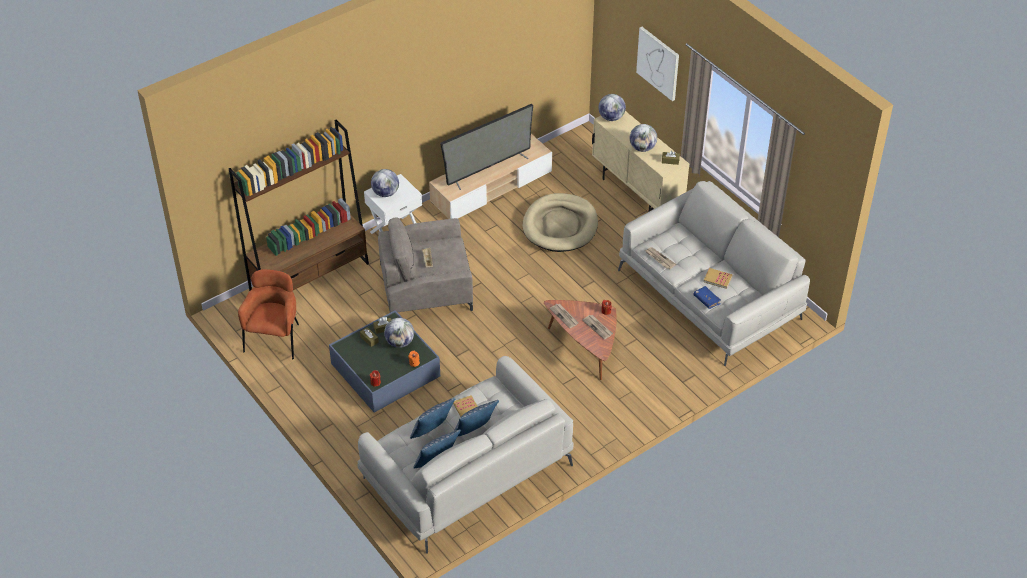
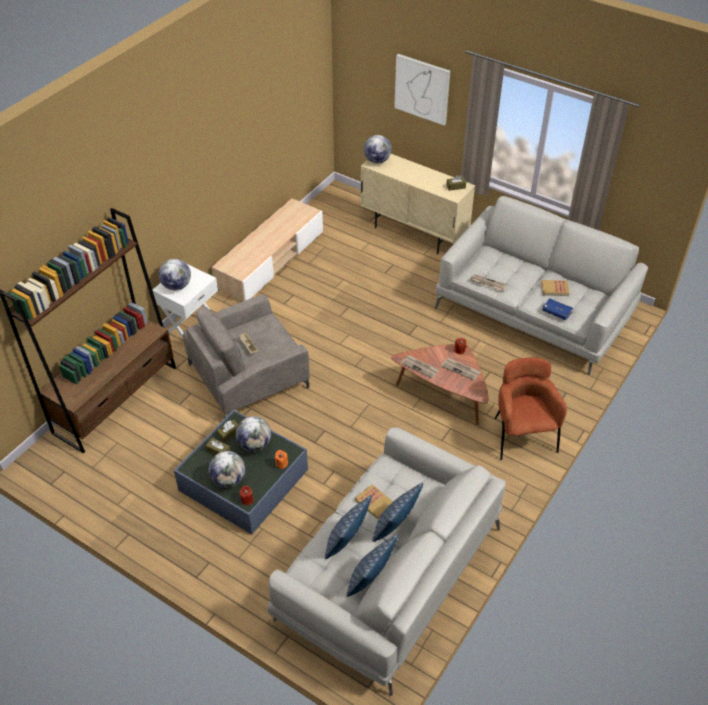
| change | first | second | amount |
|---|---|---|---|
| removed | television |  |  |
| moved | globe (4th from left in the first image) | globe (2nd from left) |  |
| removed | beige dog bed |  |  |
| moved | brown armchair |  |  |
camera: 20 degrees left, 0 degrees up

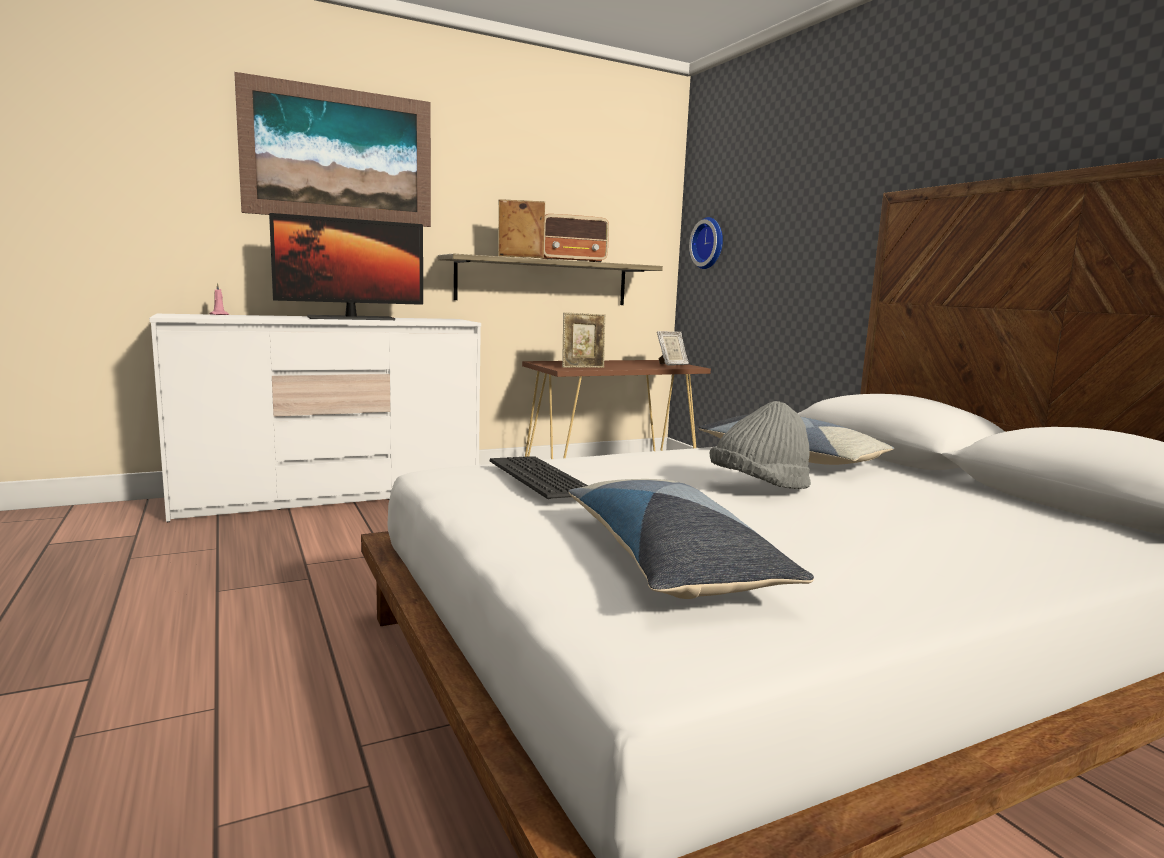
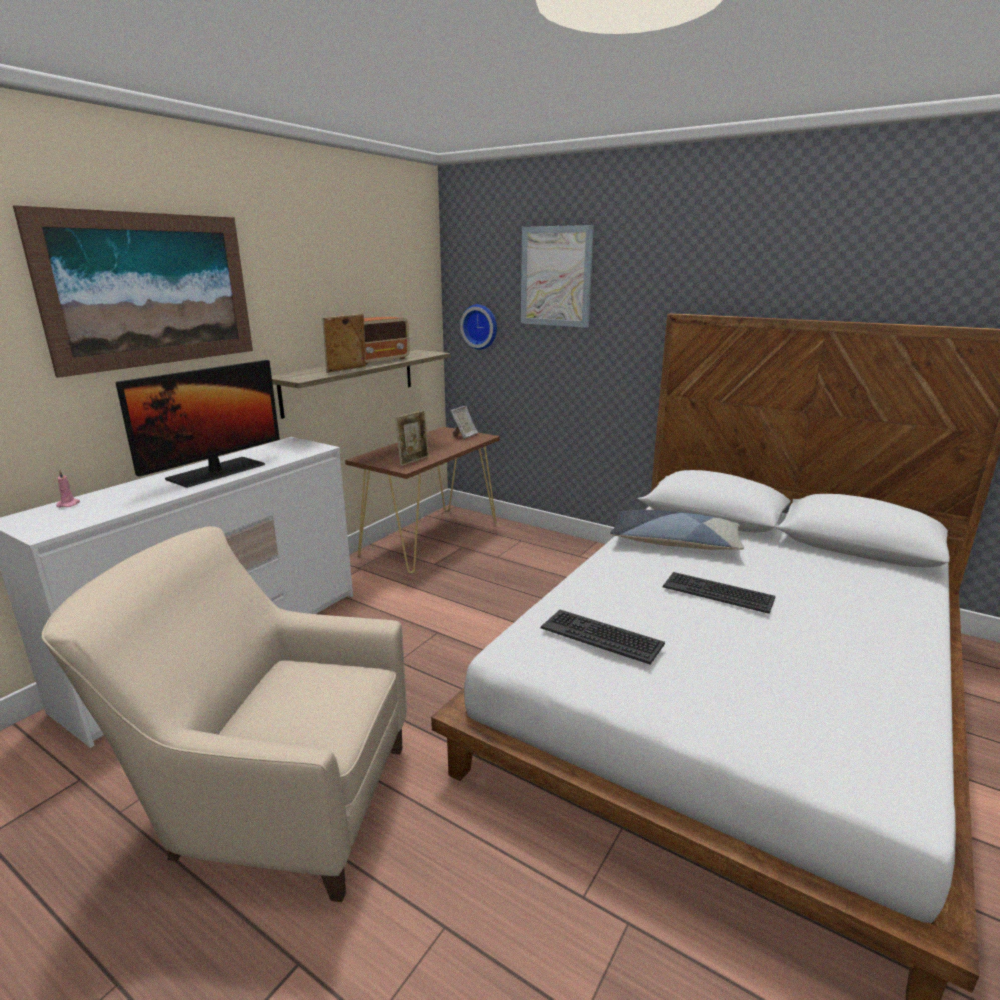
| change | first | second | amount |
|---|---|---|---|
| replaced | grey hat | keyboard (2nd from left) |  |
| removed | pillow (1st from left) |  |  |
| added |  | picture (2nd from left) |  |
| added |  | beige armchair |  |
camera: 30 degrees left, 10 degrees up

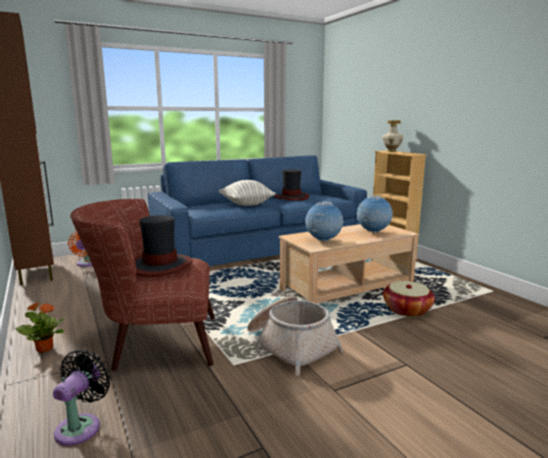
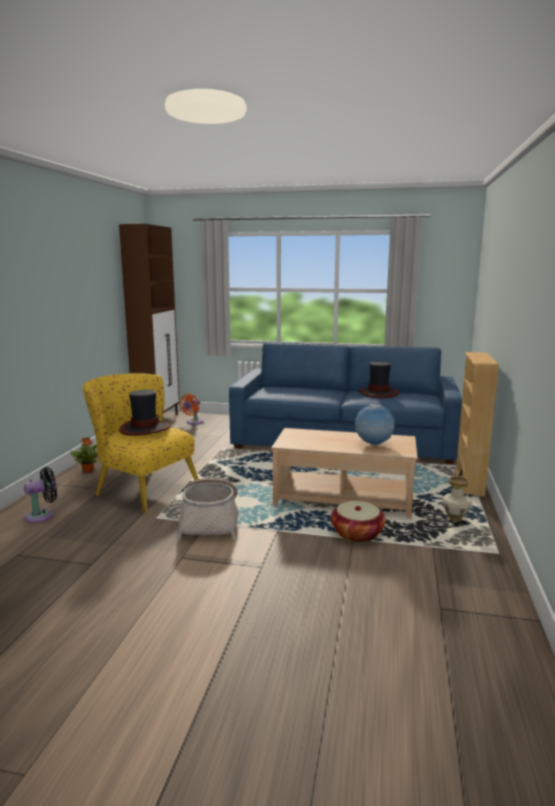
| change | first | second | amount |
|---|---|---|---|
| moved | vase |  |  |
| removed | pillow |  |  |
| recoloured | brown armchair | yellow armchair |  |
| removed | globe (1st from left) |  |  |
camera: 40 degrees right, 0 degrees up

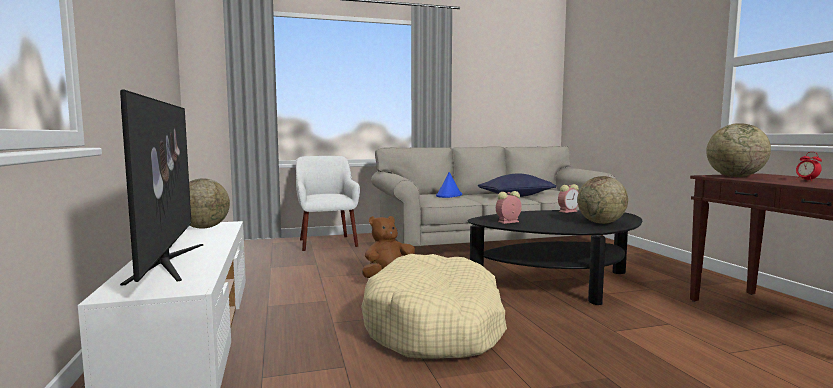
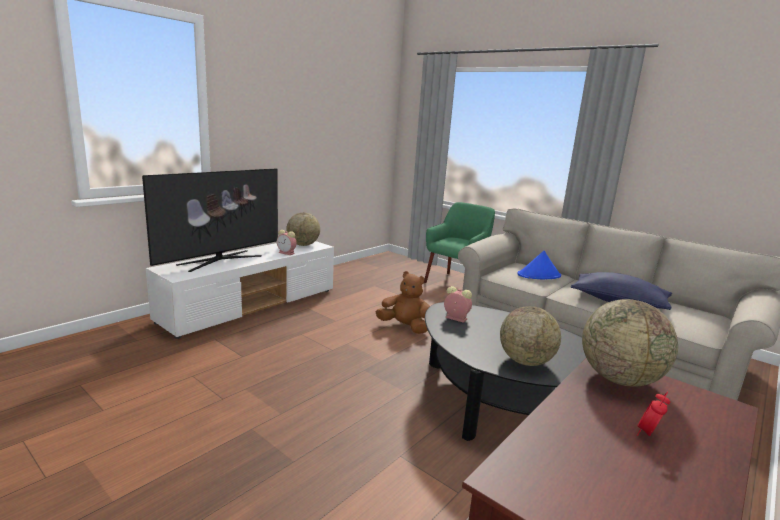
| change | first | second | amount |
|---|---|---|---|
| recoloured | white armchair | green armchair |  |
| moved | alarm clock (2nd from left in the first image) | alarm clock (1st from left) |  |
| removed | beige dog bed |  |  |
camera: 55 degrees right, 10 degrees up

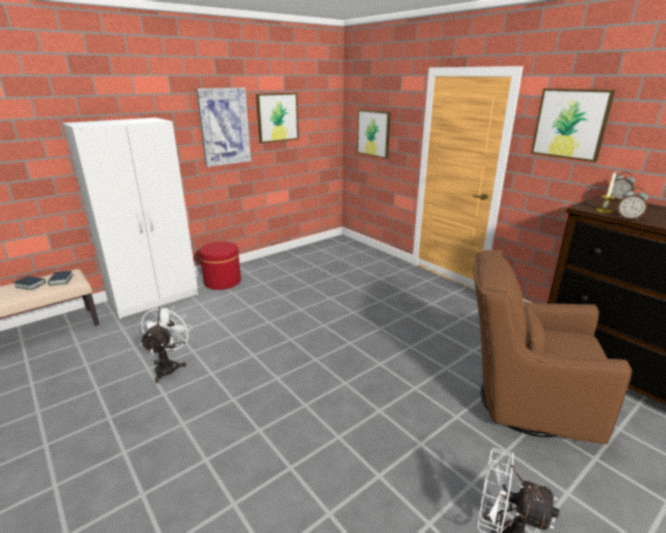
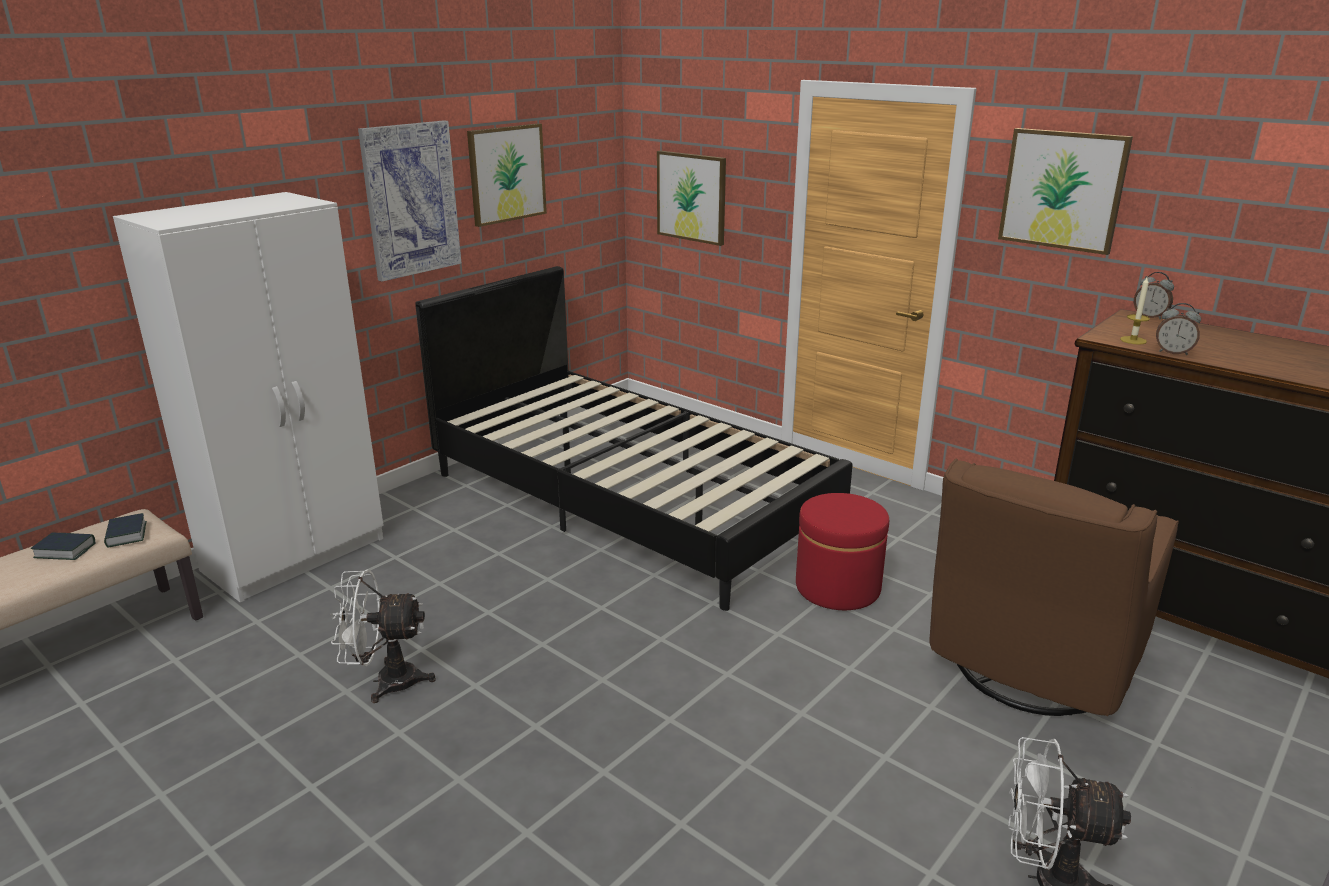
| change | first | second | amount |
|---|---|---|---|
| moved | red ottoman |  |  |
| turned | brown armchair |  | 60 degrees counterclockwise |
| turned | white fan (1st from left) |  | 90 degrees counterclockwise |
| added |  | black bed |  |
camera: 10 degrees left, 0 degrees up

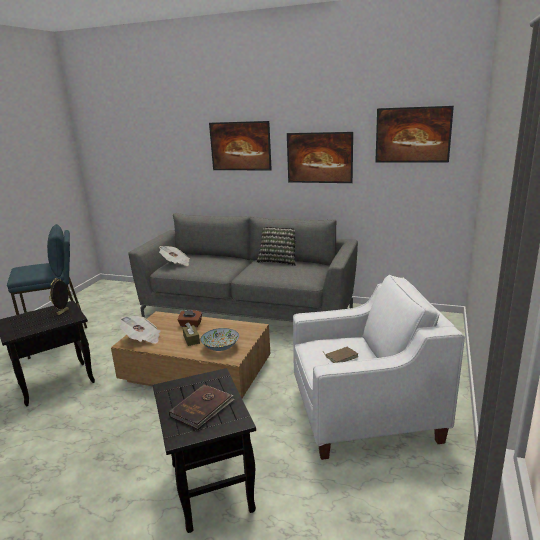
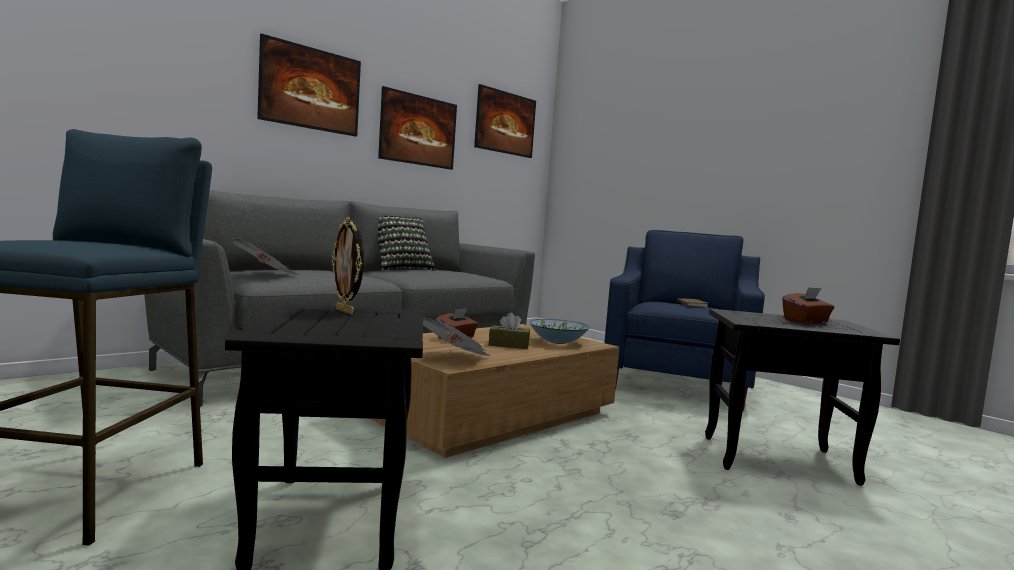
| change | first | second | amount |
|---|---|---|---|
| recoloured | white armchair | blue armchair |  |
| replaced | brown book (1st from left) | brown tissue box (3rd from left) |  |
camera: 65 degrees left, 15 degrees down

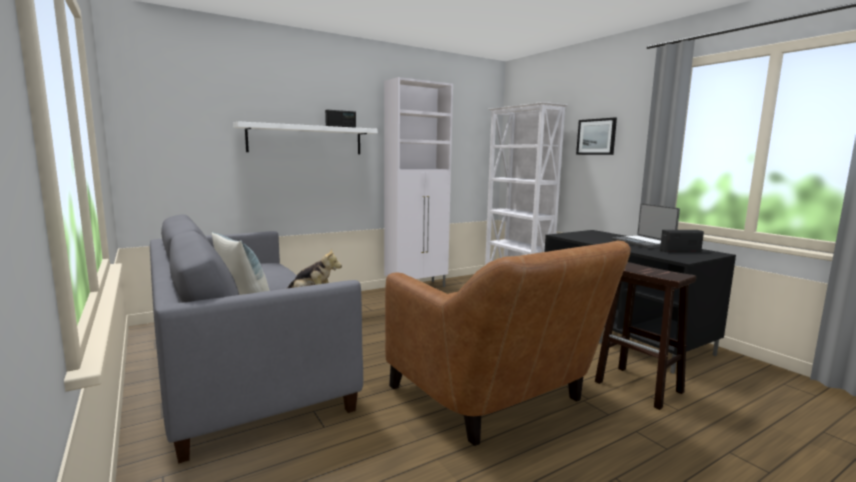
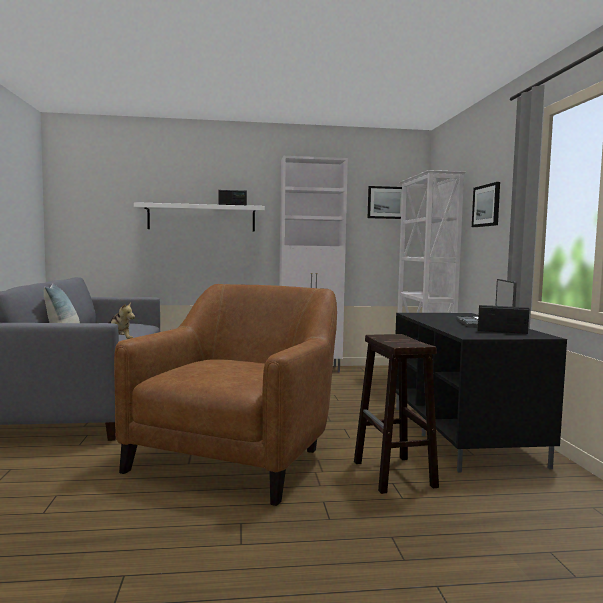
| change | first | second | amount |
|---|---|---|---|
| turned | brown armchair |  | 150 degrees counterclockwise |
| added |  | picture (1st from left) |  |
camera: 25 degrees right, 5 degrees down

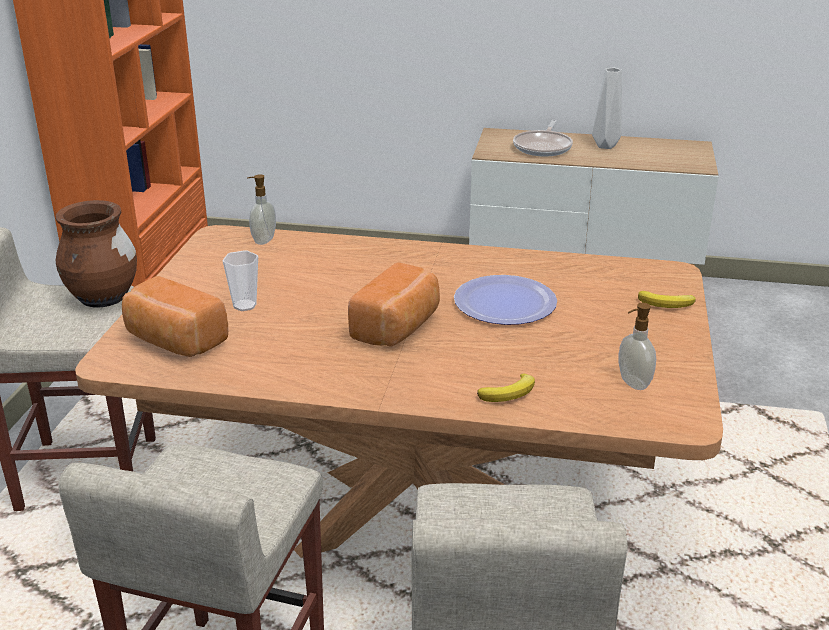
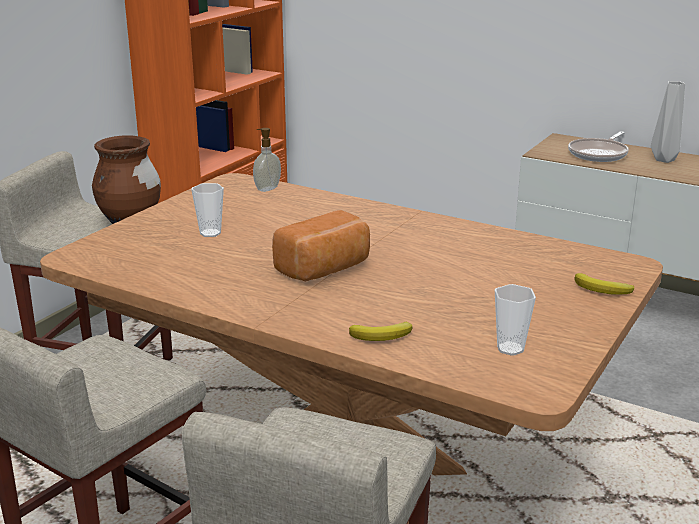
| change | first | second | amount |
|---|---|---|---|
| removed | plate |  |  |
| removed | bread (1st from left) |  |  |
| replaced | soap dispenser (2nd from left) | cup (2nd from left) |  |
camera: 20 degrees right, 5 degrees down

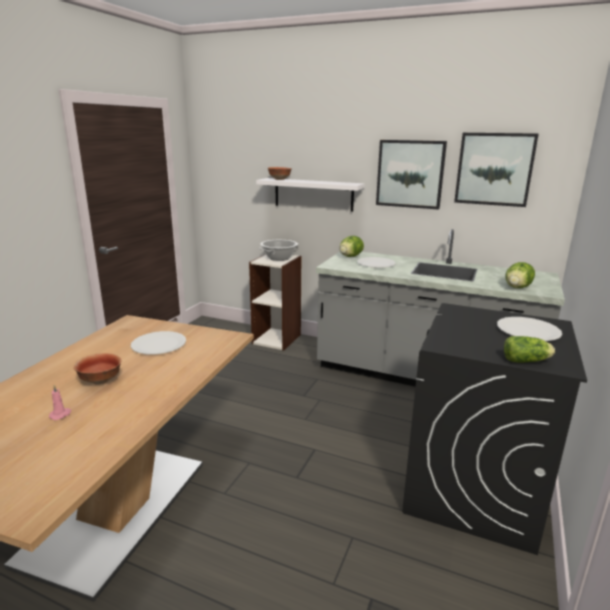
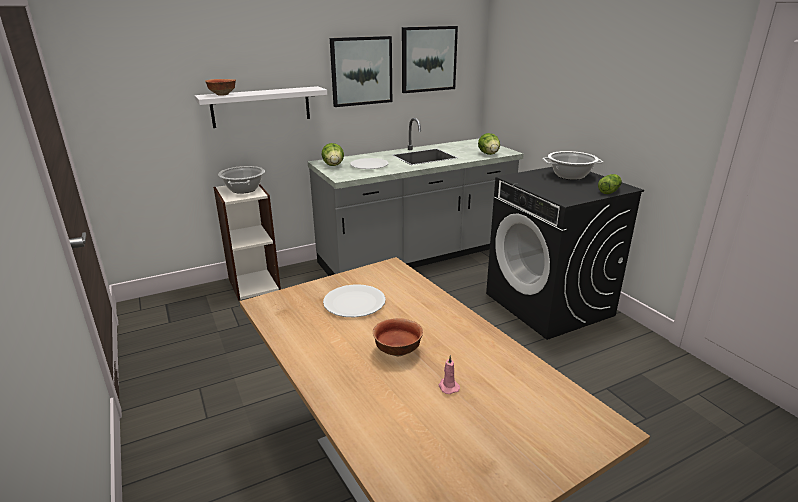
| change | first | second | amount |
|---|---|---|---|
| replaced | white plate (3rd from left) | cooking pot (2nd from left) |  |
camera: 50 degrees left, 5 degrees up

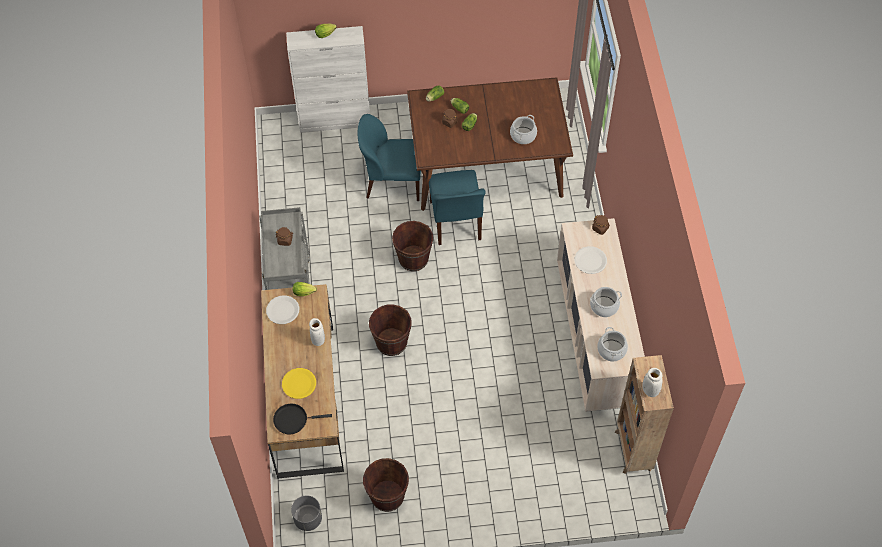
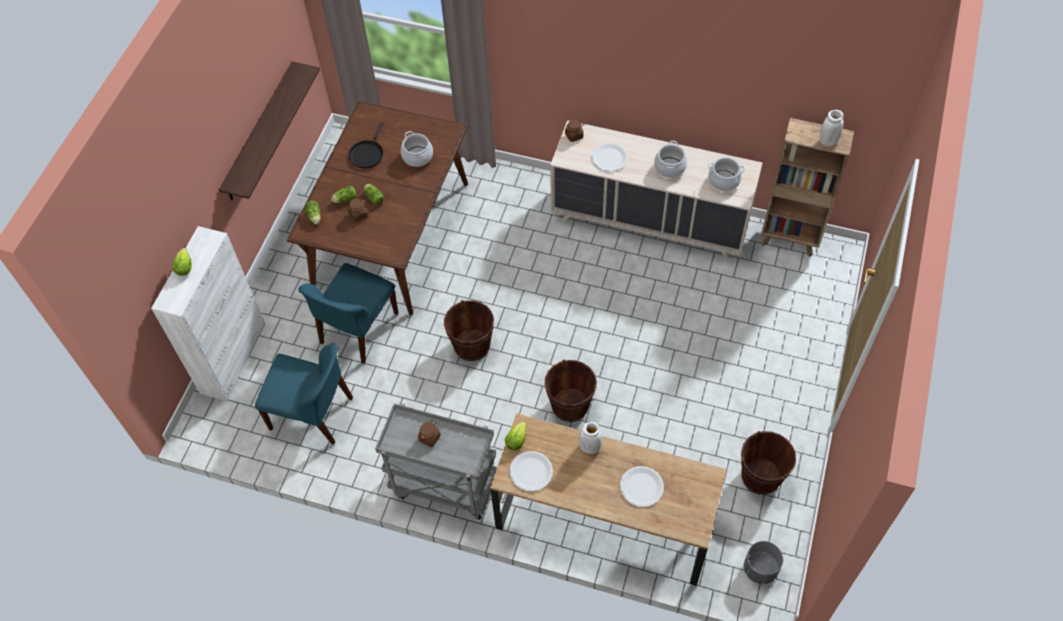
| change | first | second | amount |
|---|---|---|---|
| moved | blue chair (2nd from left in the first image) | blue chair (1st from left) |  |
| recoloured | yellow plate | white plate (3rd from left) |  |
| moved | black frying pan |  |  |
| added |  | shelf |  |
camera: 65 degrees left, 0 degrees up

